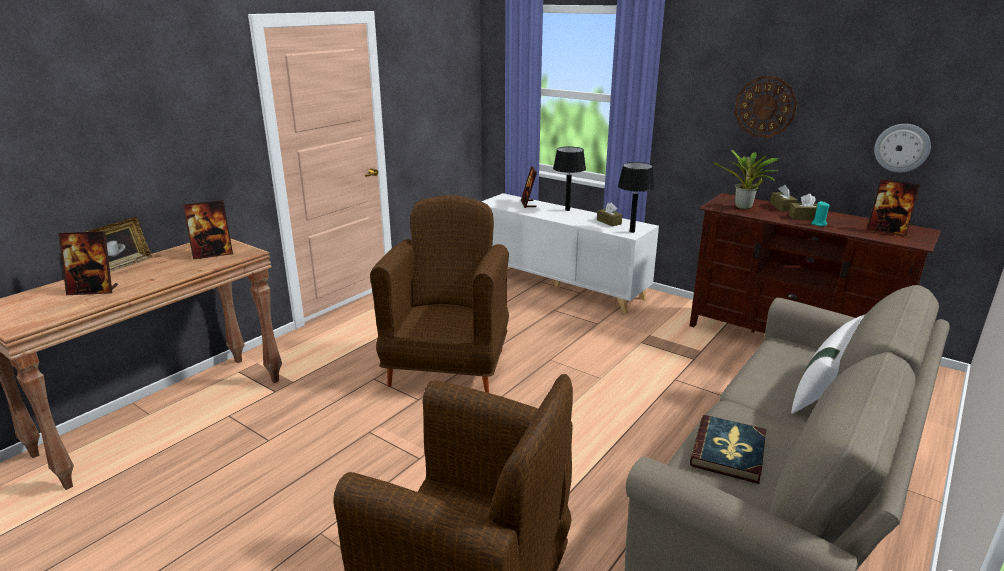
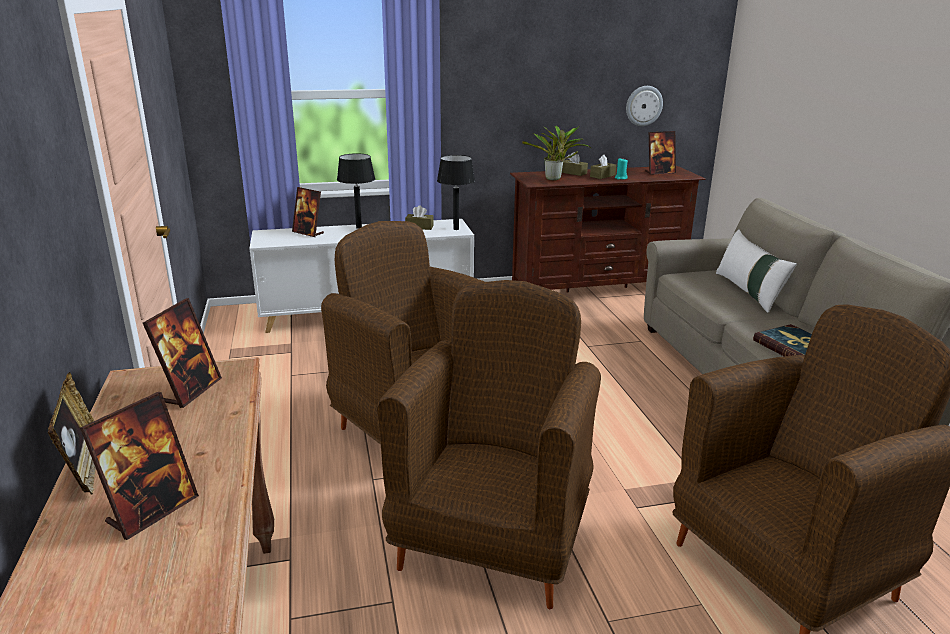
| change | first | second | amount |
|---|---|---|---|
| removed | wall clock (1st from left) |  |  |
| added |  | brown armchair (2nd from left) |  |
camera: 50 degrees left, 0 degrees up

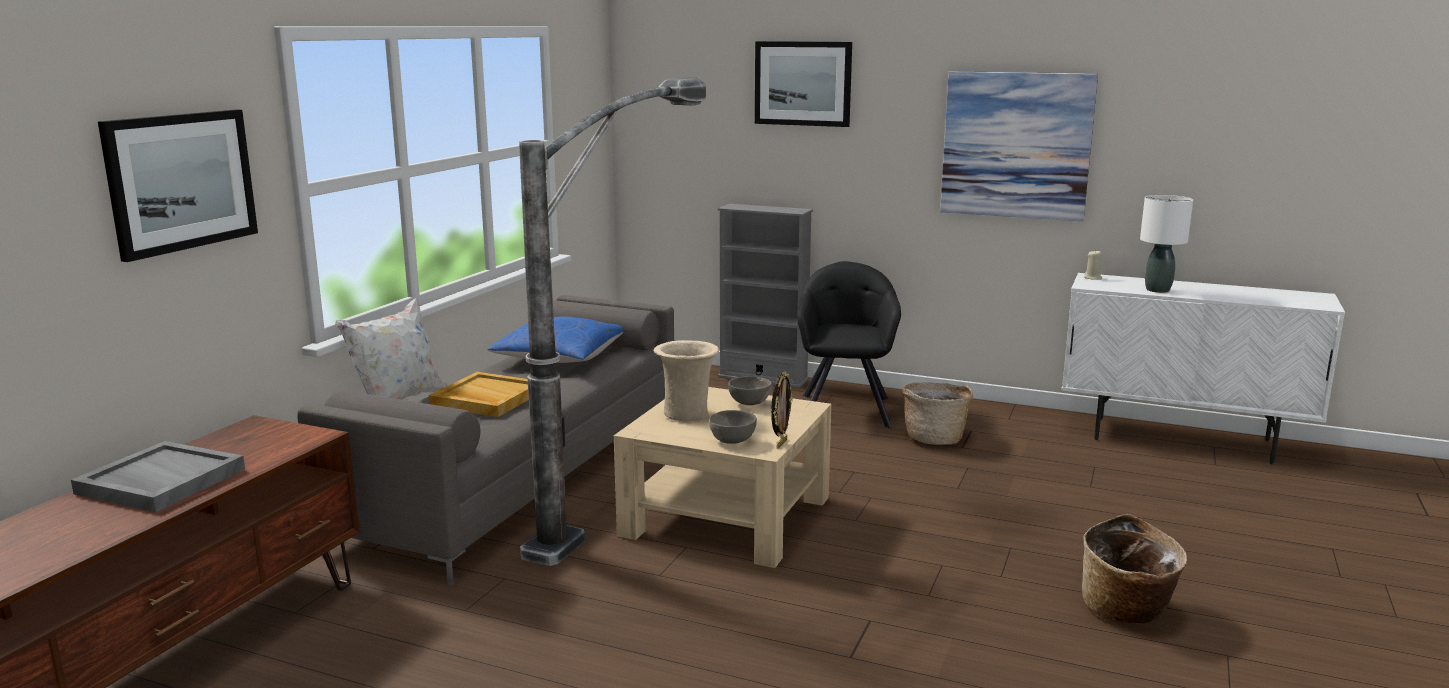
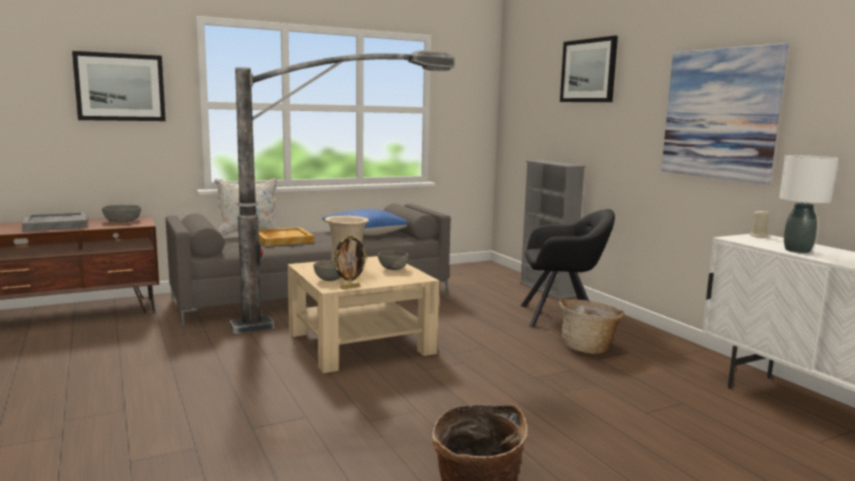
| change | first | second | amount |
|---|---|---|---|
| turned | black armchair |  | 45 degrees clockwise |
| added |  | grey bowl (1st from left) |  |
camera: 40 degrees right, 5 degrees down

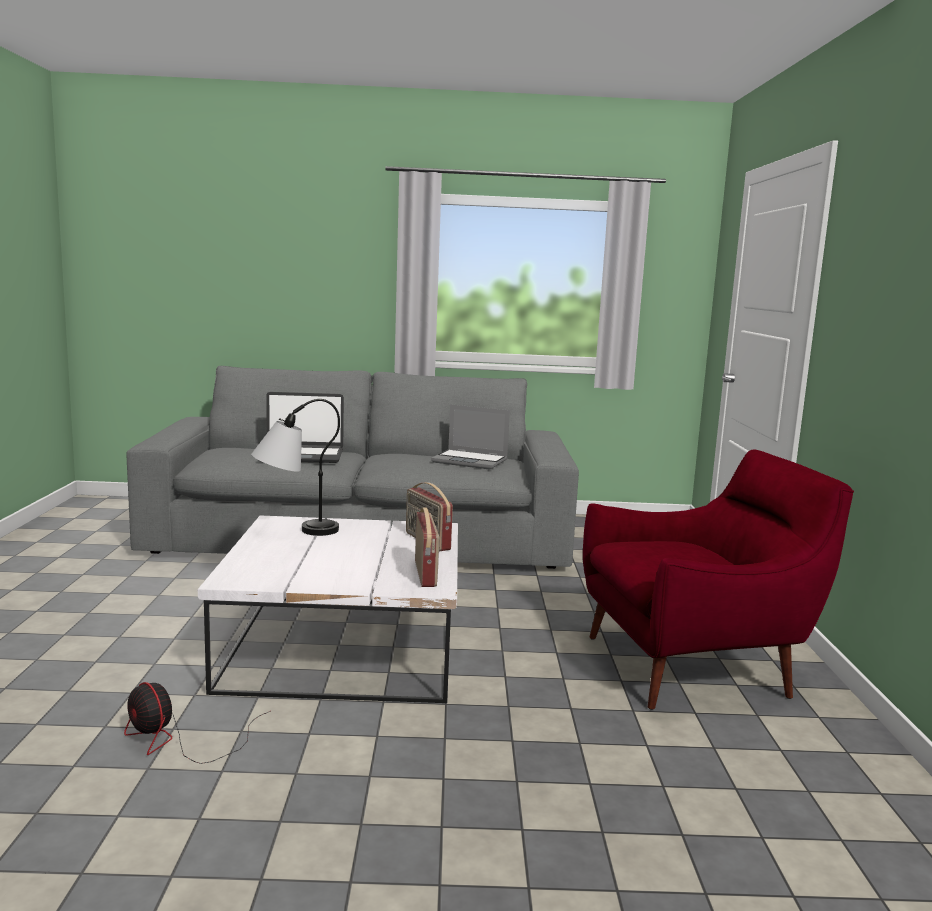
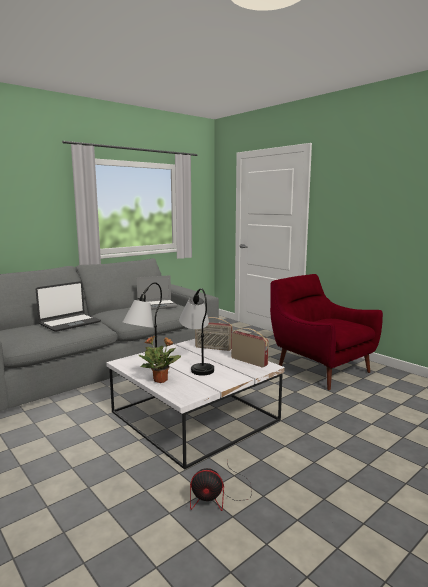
| change | first | second | amount |
|---|---|---|---|
| turned | red armchair |  | 75 degrees counterclockwise |
| added |  | table lamp (2nd from left) |  |
| added |  | potted plant |  |
camera: 40 degrees left, 0 degrees up

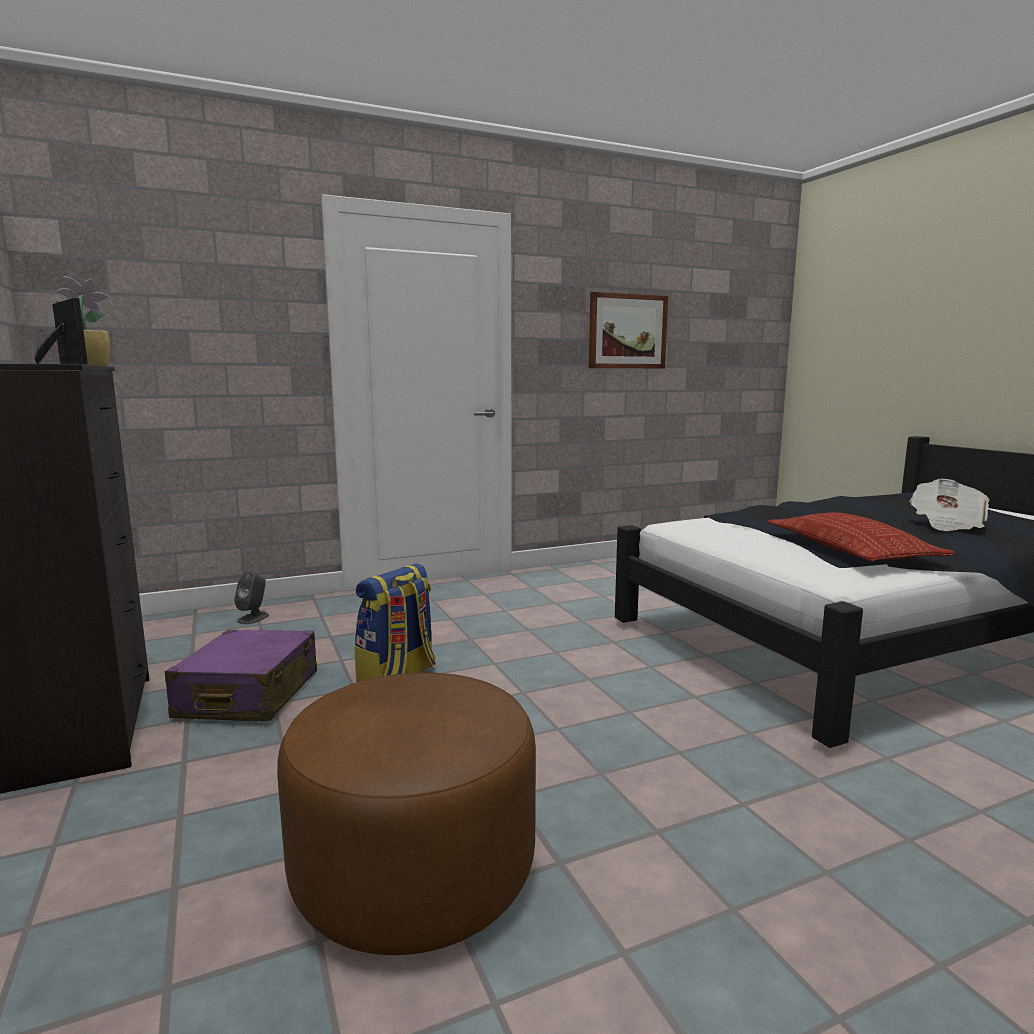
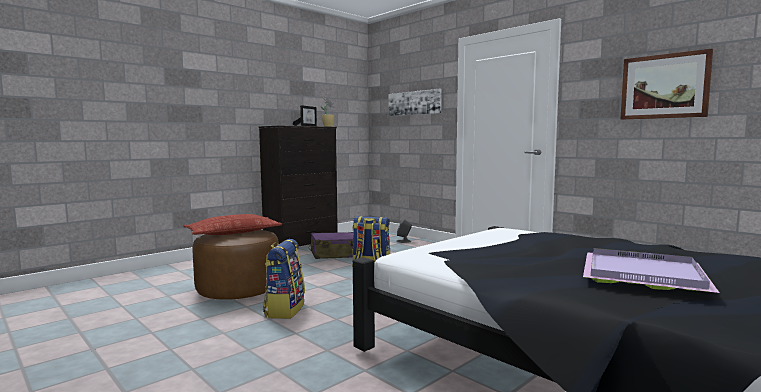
| change | first | second | amount |
|---|---|---|---|
| replaced | newspaper | purple tray |  |
| moved | pillow |  |  |
| added |  | picture (1st from left) |  |
| added |  | backpack (1st from left) |  |
camera: 70 degrees right, 5 degrees down

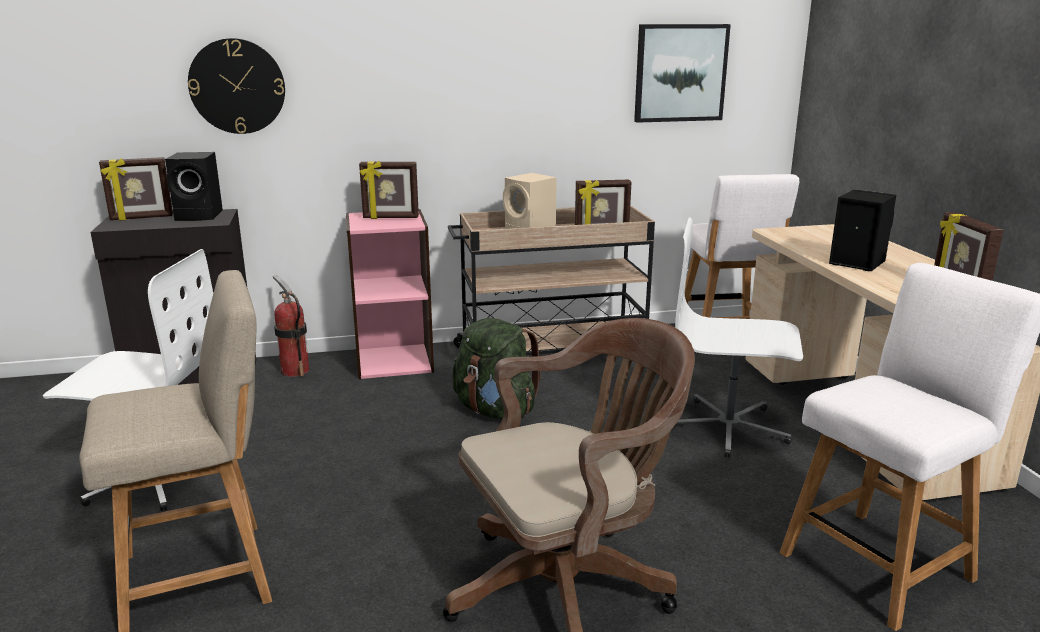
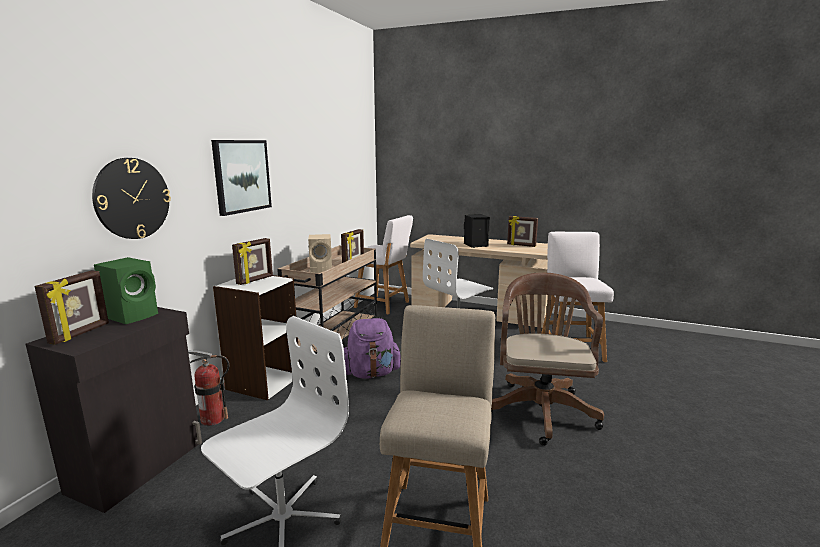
| change | first | second | amount |
|---|---|---|---|
| moved | picture |  |  |
| recoloured | black speaker (1st from left) | green speaker |  |
| recoloured | pink bookcase | white bookcase |  |
| recoloured | green backpack | purple backpack |  |
camera: 55 degrees left, 5 degrees down

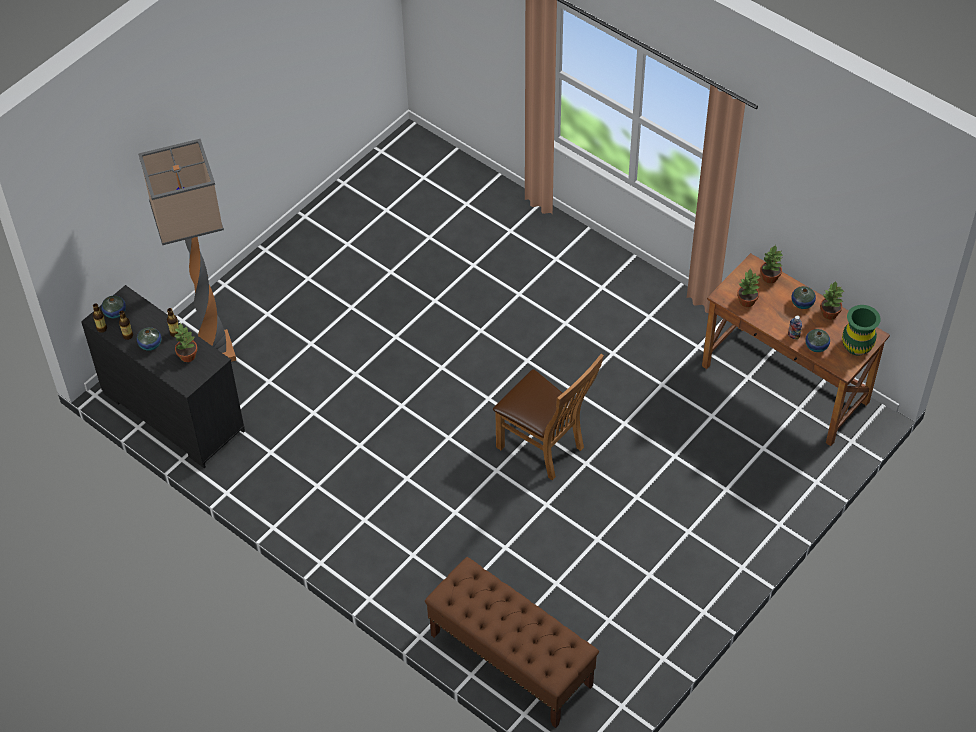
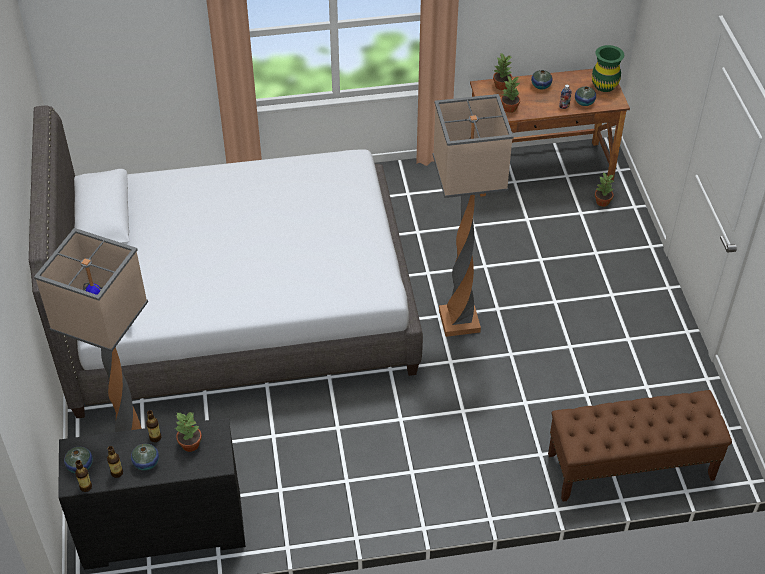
| change | first | second | amount |
|---|---|---|---|
| moved | potted plant (4th from left) |  |  |
| replaced | brown chair | floor lamp (2nd from left) |  |
| added |  | grey bed |  |
camera: 50 degrees left, 5 degrees down

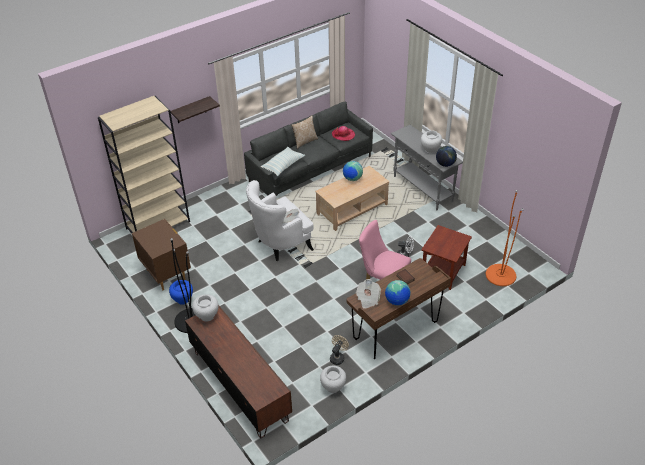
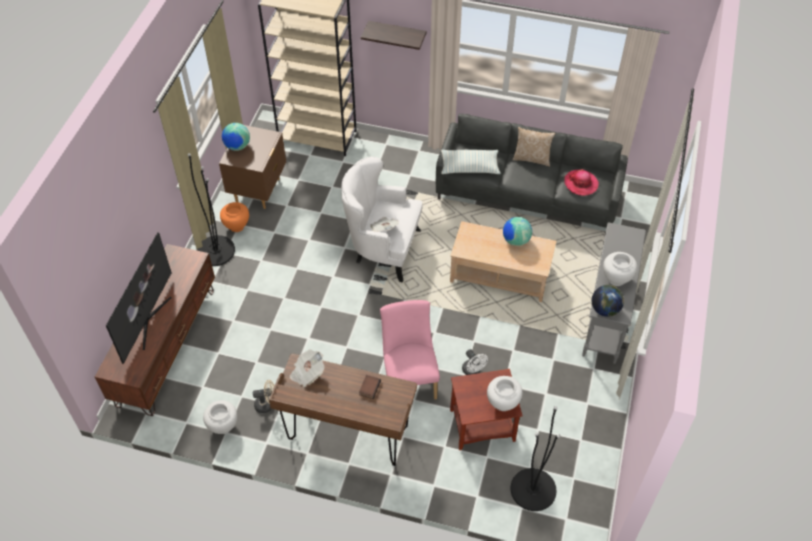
| change | first | second | amount |
|---|---|---|---|
| recoloured | orange floor lamp | black floor lamp (2nd from left) |  |
| recoloured | blue vase | orange vase |  |
| moved | globe (2nd from left in the first image) | globe (1st from left) |  |
| moved | white vase (1st from left in the first image) | white vase (2nd from left) |  |
| added |  | television |  |
camera: 50 degrees right, 10 degrees up

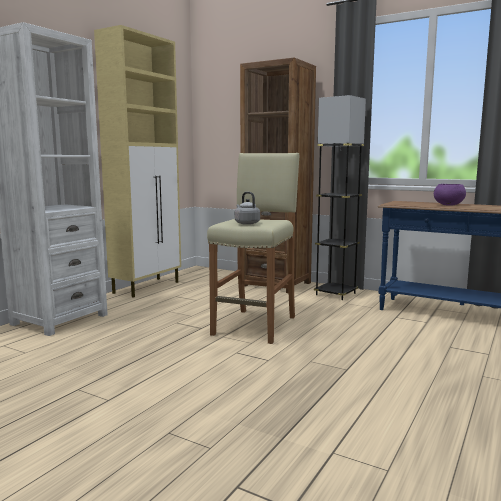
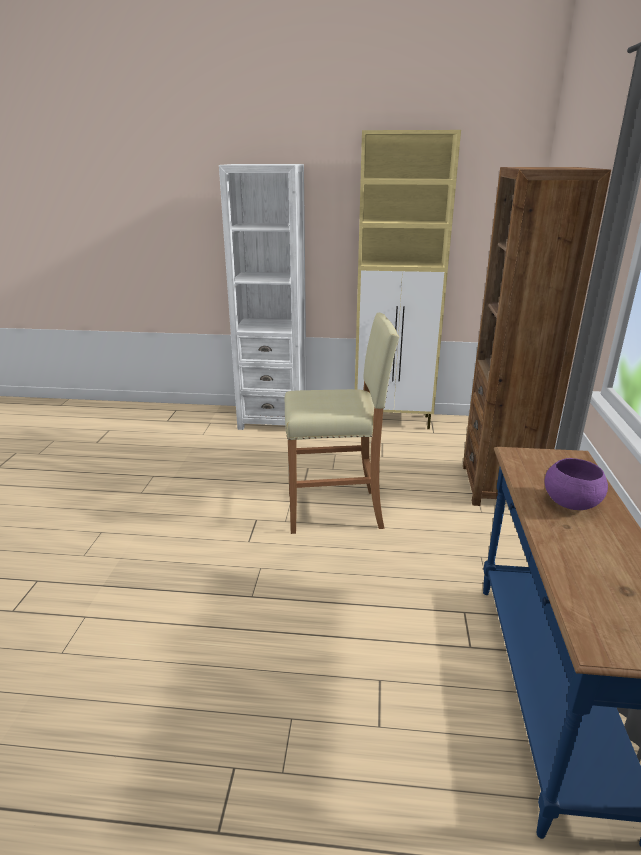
| change | first | second | amount |
|---|---|---|---|
| removed | grey floor lamp |  |  |
| removed | grey kettle |  |  |
camera: 65 degrees right, 15 degrees up

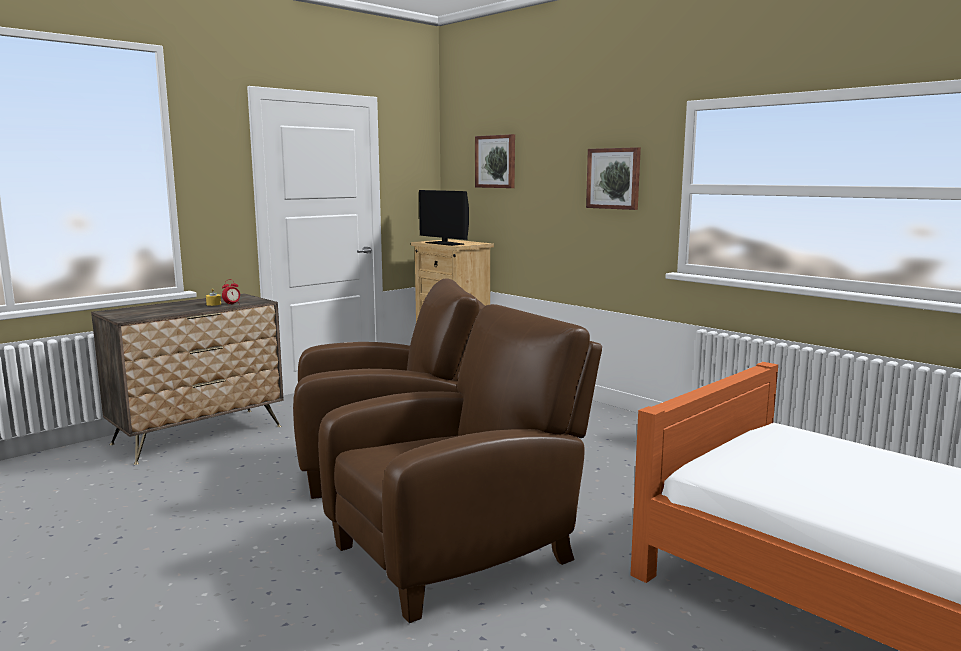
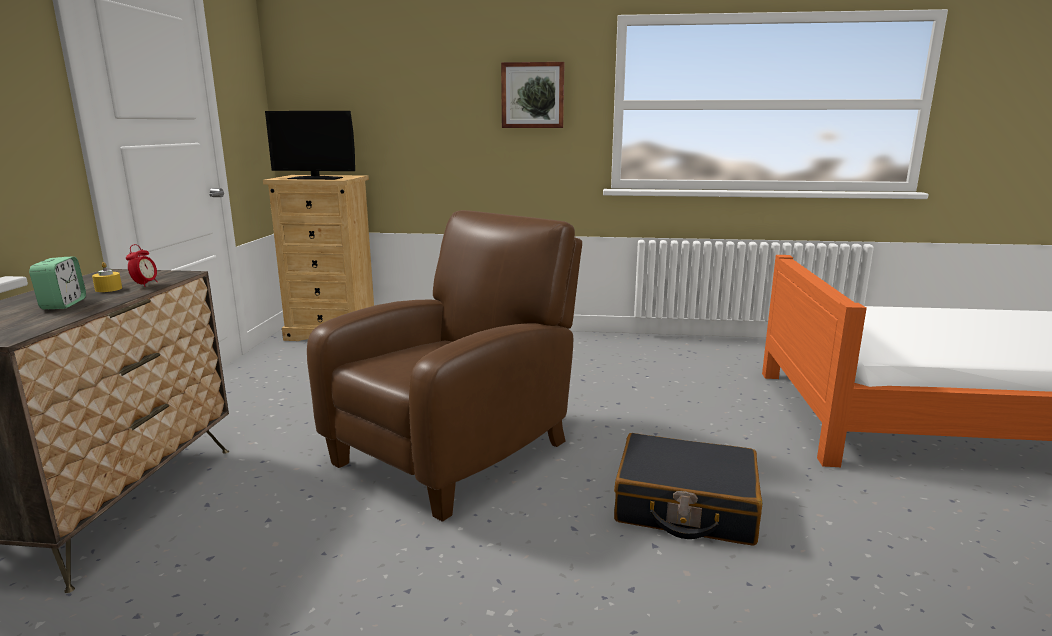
| change | first | second | amount |
|---|---|---|---|
| removed | picture (1st from left) |  |  |
| replaced | brown armchair (2nd from left) | black suitcase |  |
| added |  | alarm clock (1st from left) |  |
camera: 40 degrees left, 5 degrees up

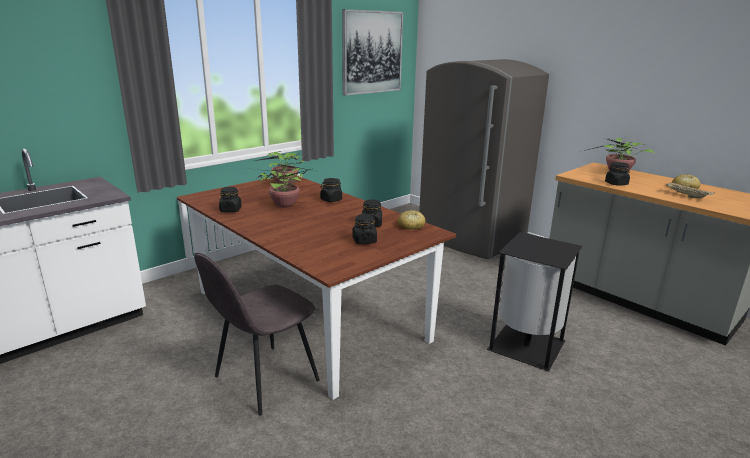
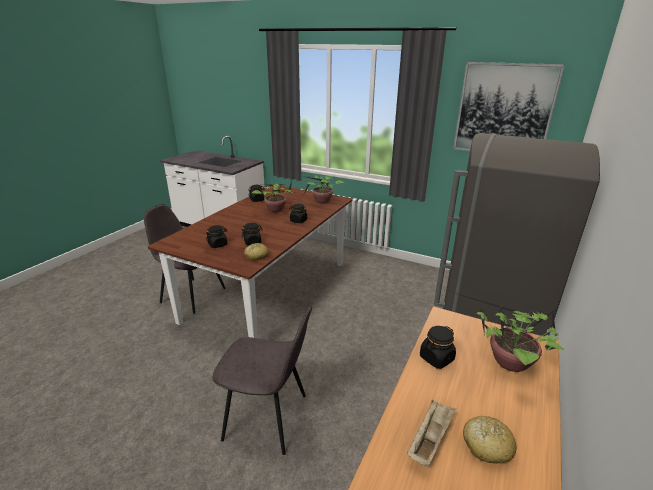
| change | first | second | amount |
|---|---|---|---|
| replaced | black trash can | grey chair (2nd from left) |  |
camera: 70 degrees right, 5 degrees up

